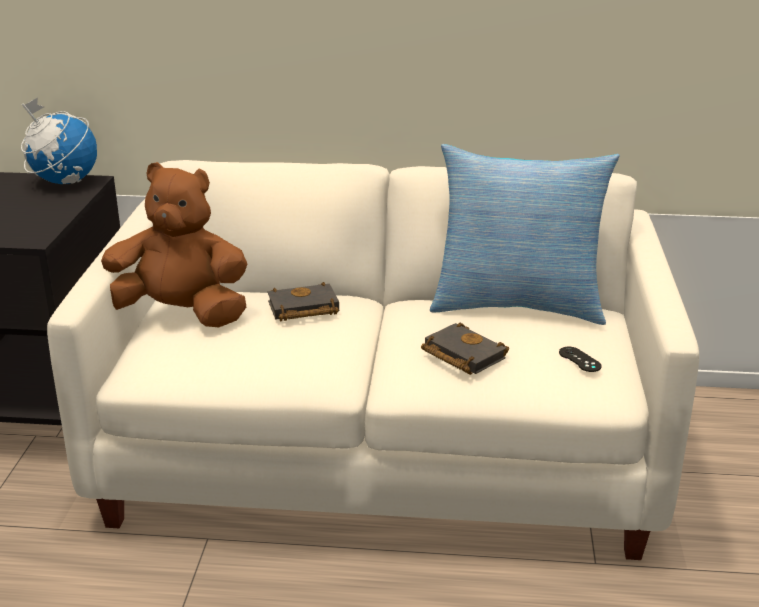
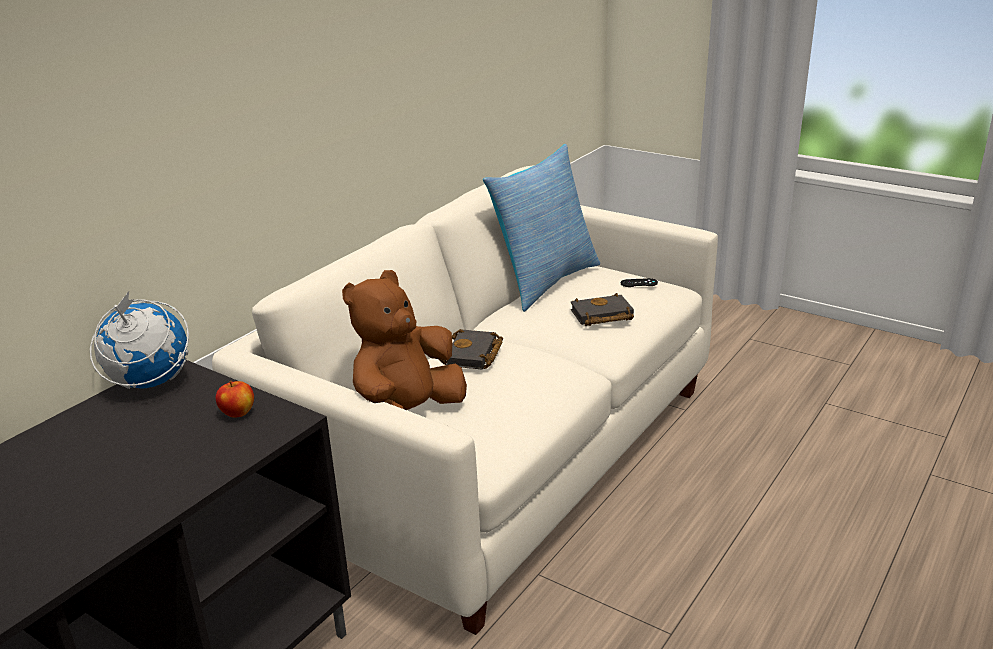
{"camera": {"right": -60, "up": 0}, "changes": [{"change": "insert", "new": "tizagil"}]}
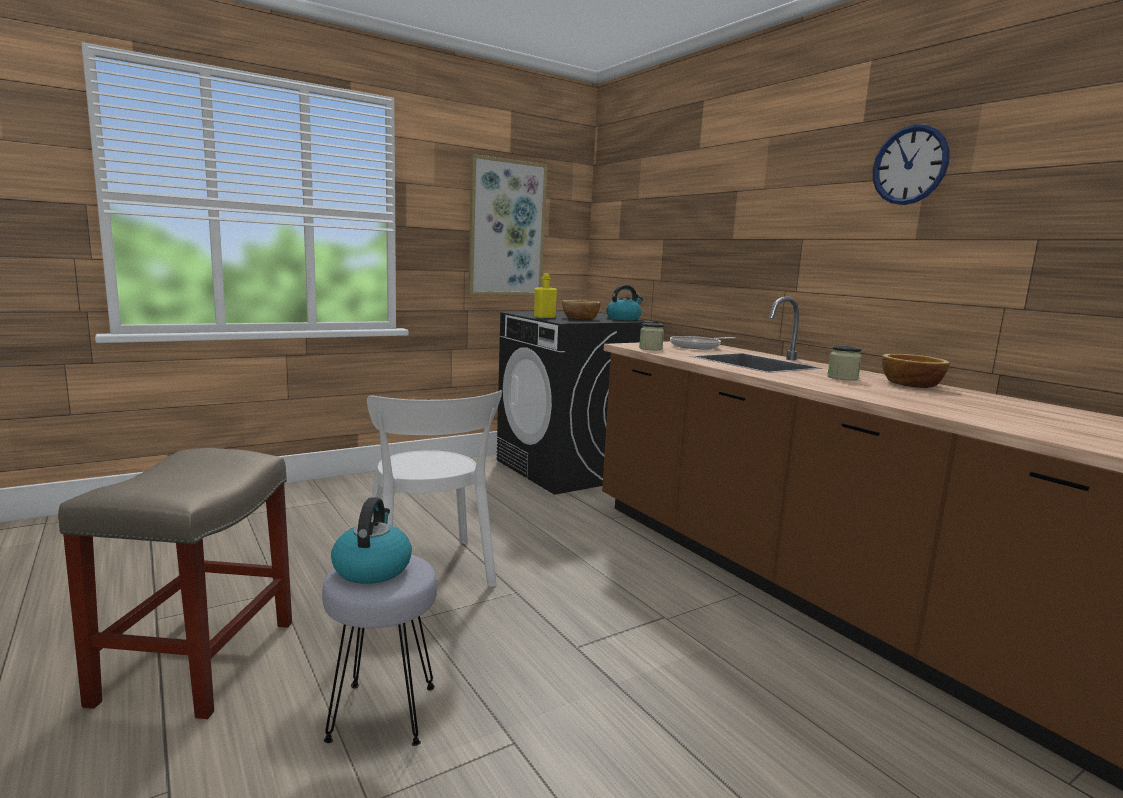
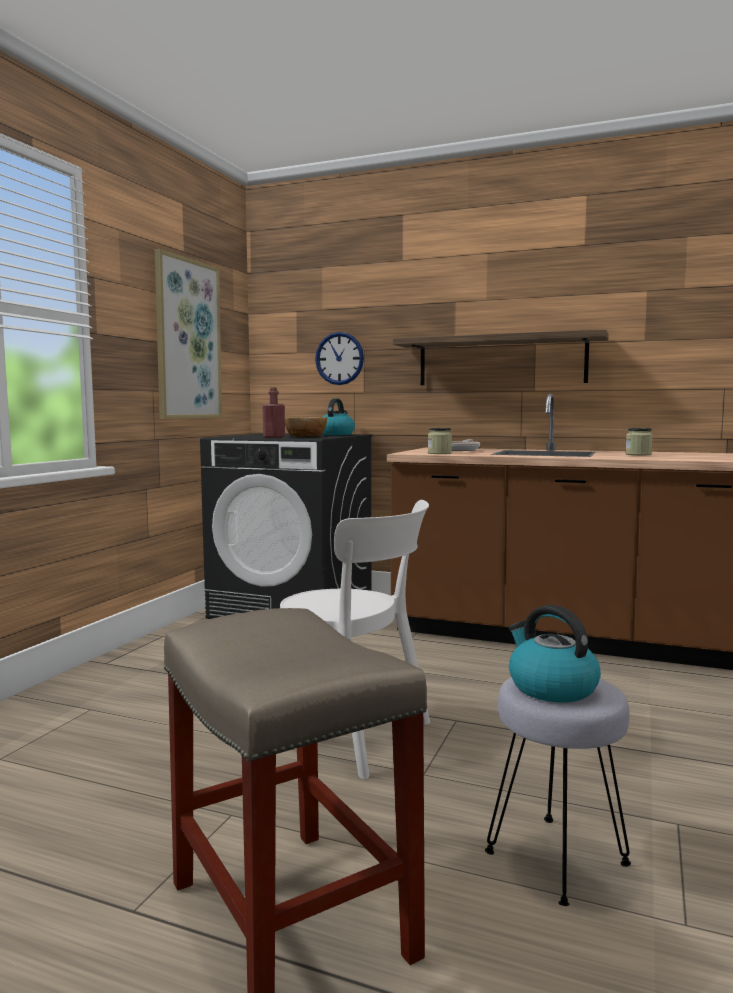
{"camera": {"right": -35, "up": -5}, "changes": [{"change": "recolor", "old": "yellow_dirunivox", "new": "red_dirunivox"}, {"change": "move", "old": "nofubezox"}, {"change": "delete", "old": "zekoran (2nd from left)"}, {"change": "insert", "new": "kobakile"}]}
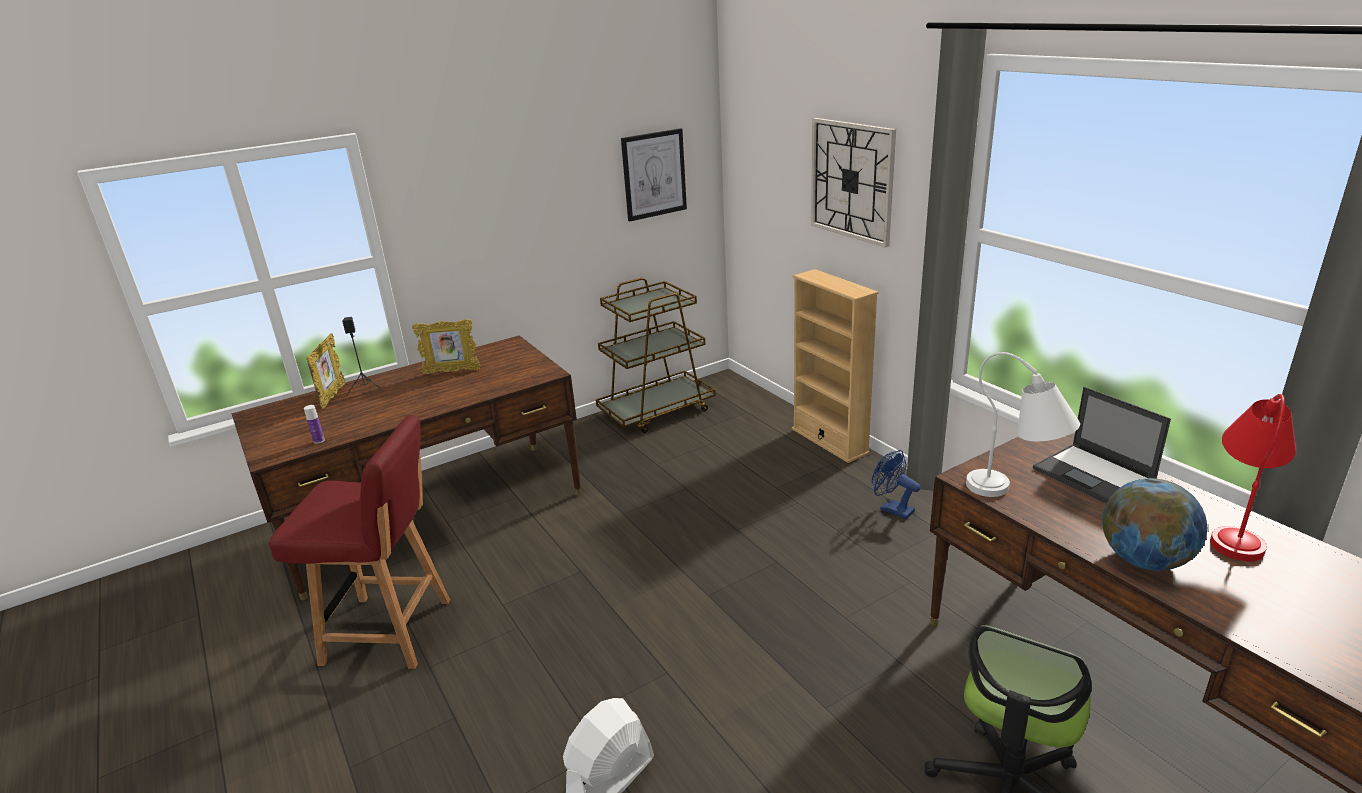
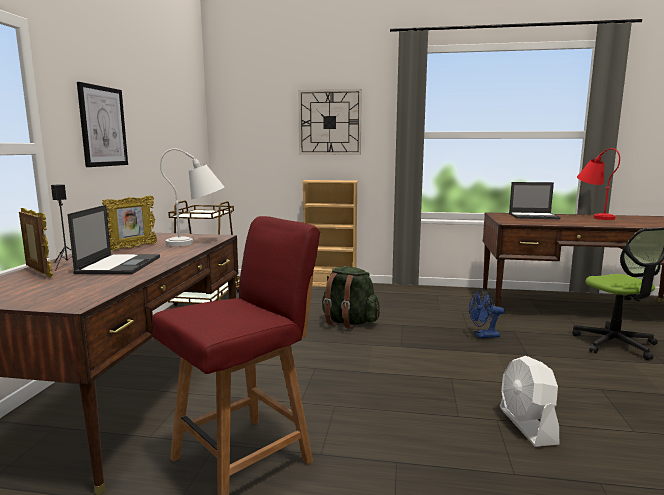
{"camera": {"right": -50, "up": -15}, "changes": [{"change": "delete", "old": "dirunivox"}, {"change": "move", "old": "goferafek"}, {"change": "move", "old": "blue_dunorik"}, {"change": "move", "old": "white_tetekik"}, {"change": "delete", "old": "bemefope"}, {"change": "insert", "new": "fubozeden (1st from left)"}, {"change": "insert", "new": "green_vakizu"}]}
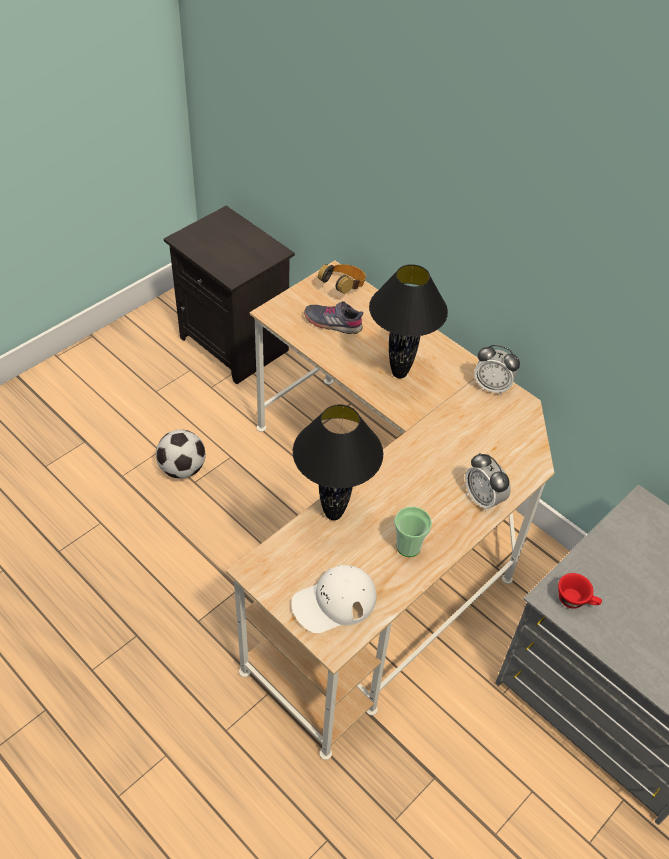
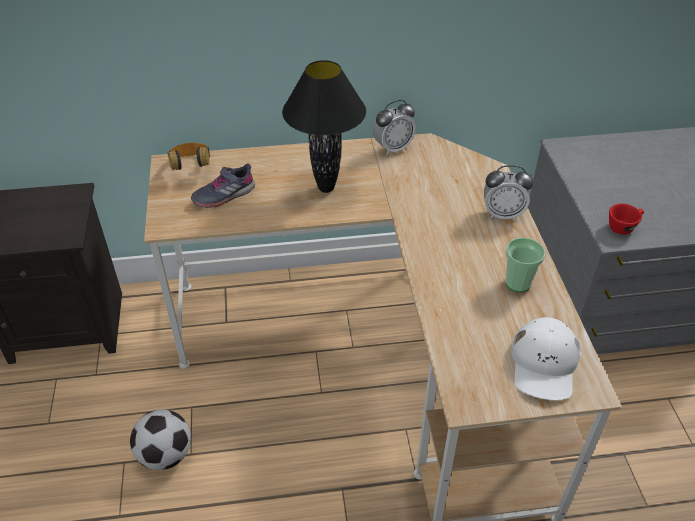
{"camera": {"right": -50, "up": -5}, "changes": [{"change": "delete", "old": "black_tetekik (1st from left)"}]}
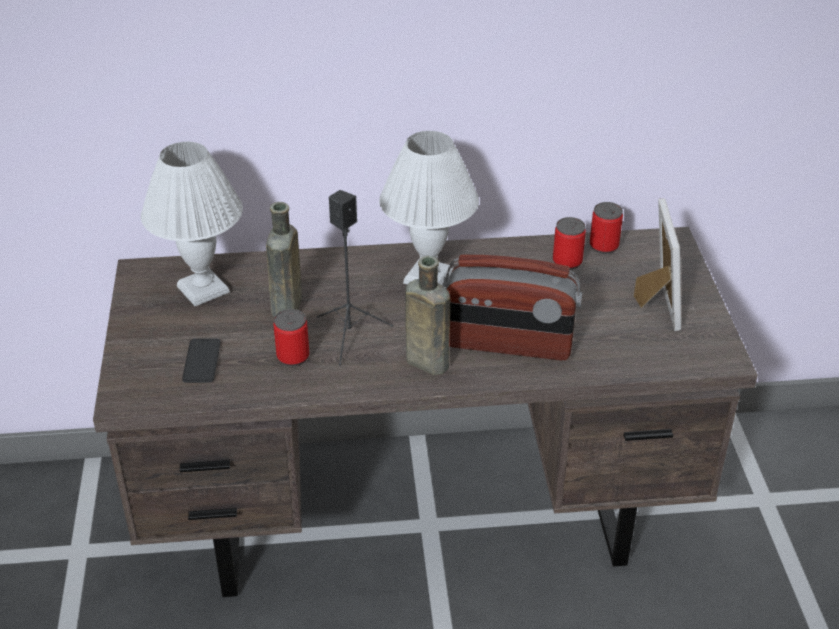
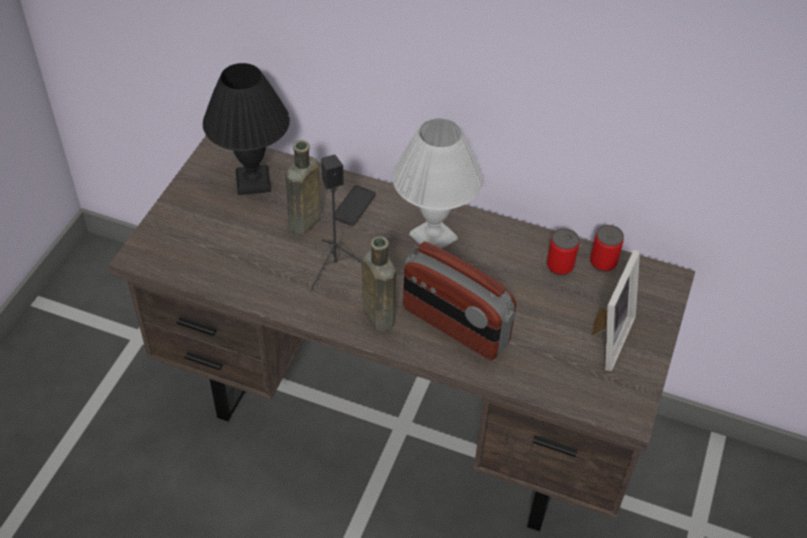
{"camera": {"right": 25, "up": 10}, "changes": [{"change": "recolor", "old": "white_tetekik (1st from left)", "new": "black_tetekik"}, {"change": "move", "old": "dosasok"}, {"change": "delete", "old": "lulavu (1st from left)"}]}
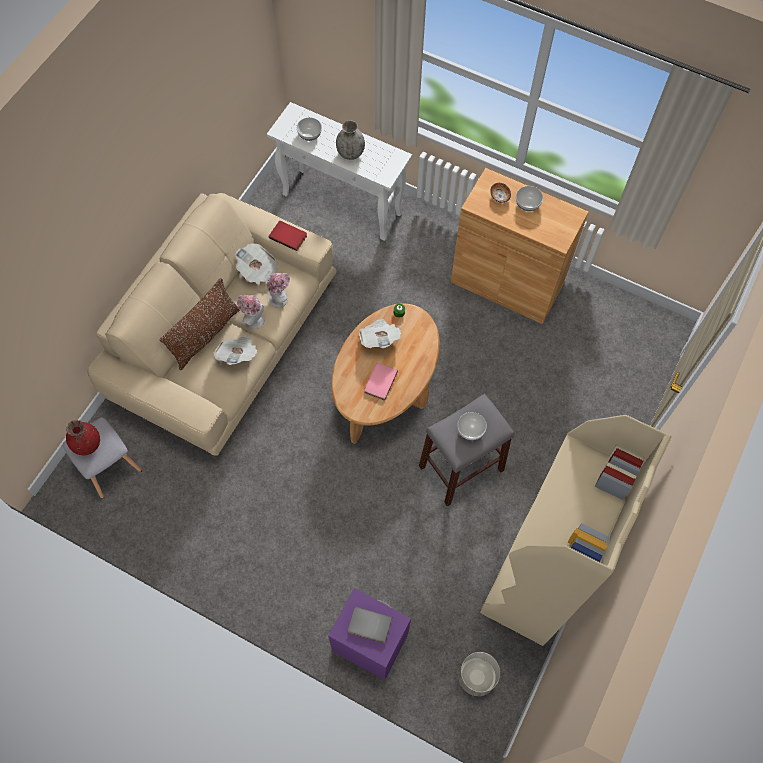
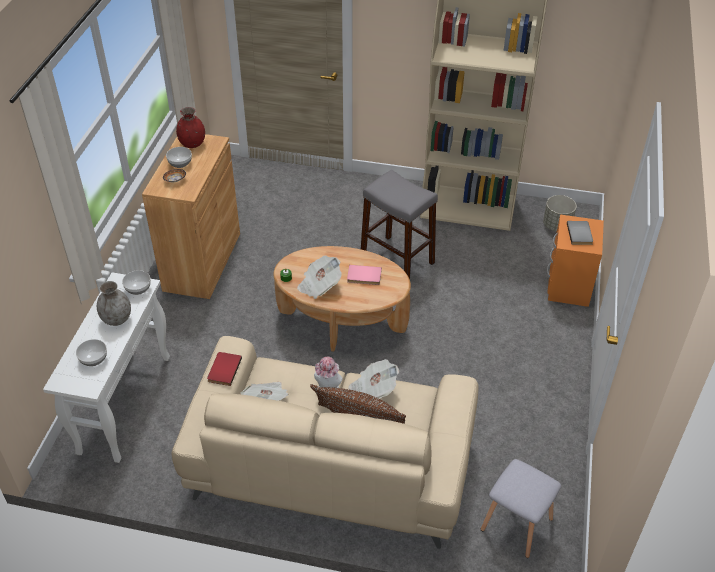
{"camera": {"right": -105, "up": -20}, "changes": [{"change": "move", "old": "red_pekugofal"}, {"change": "delete", "old": "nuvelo (2nd from left)"}, {"change": "recolor", "old": "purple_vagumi", "new": "orange_vagumi"}, {"change": "move", "old": "zekoran (2nd from left)"}]}
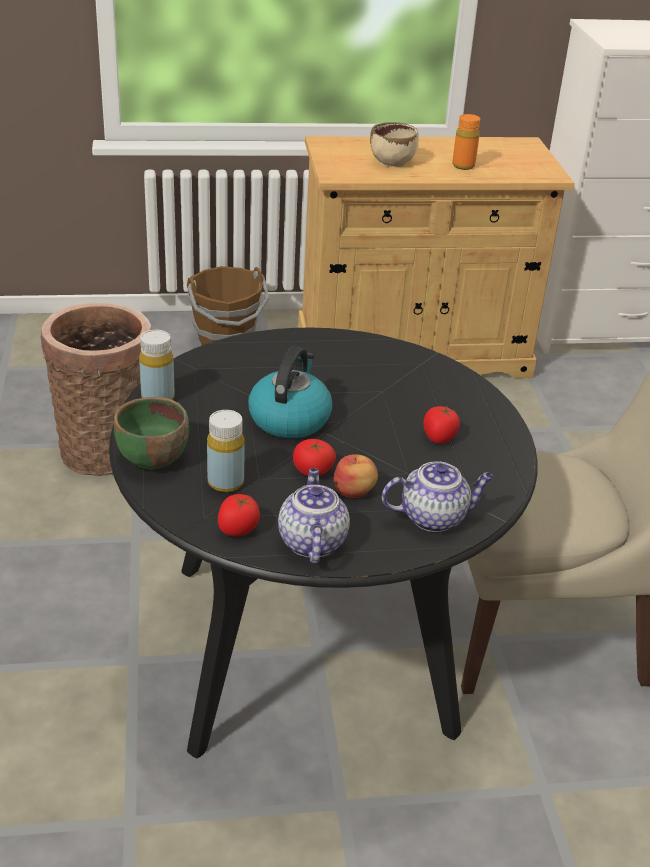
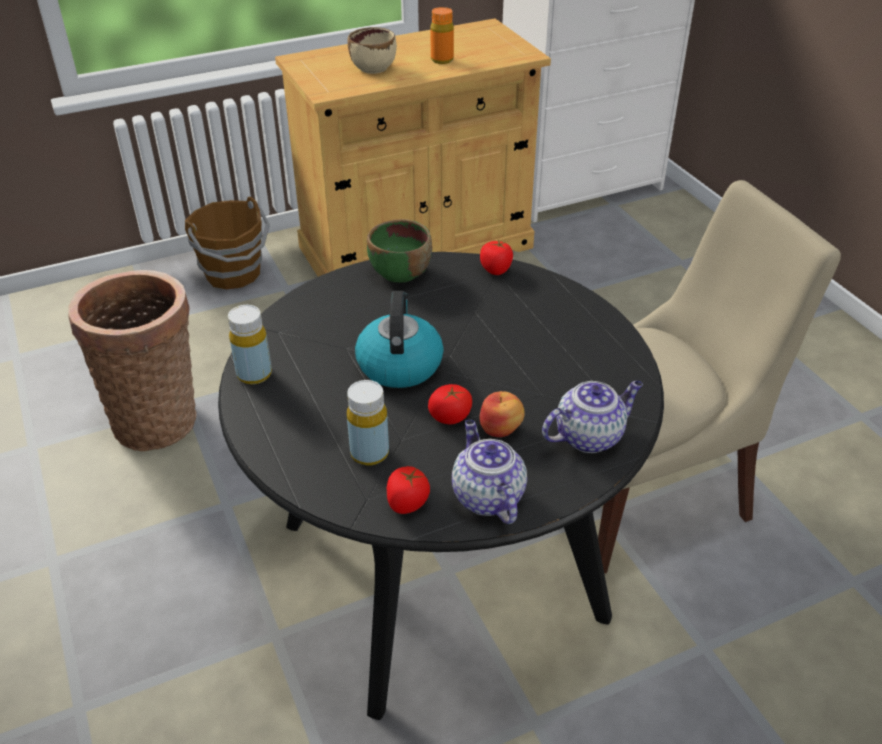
{"camera": {"right": -15, "up": 5}, "changes": [{"change": "move", "old": "green_zekoran"}, {"change": "move", "old": "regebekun (3rd from left)"}]}
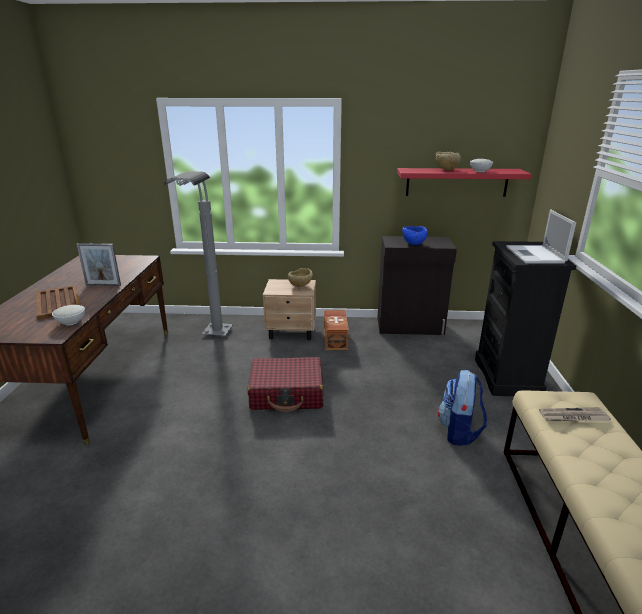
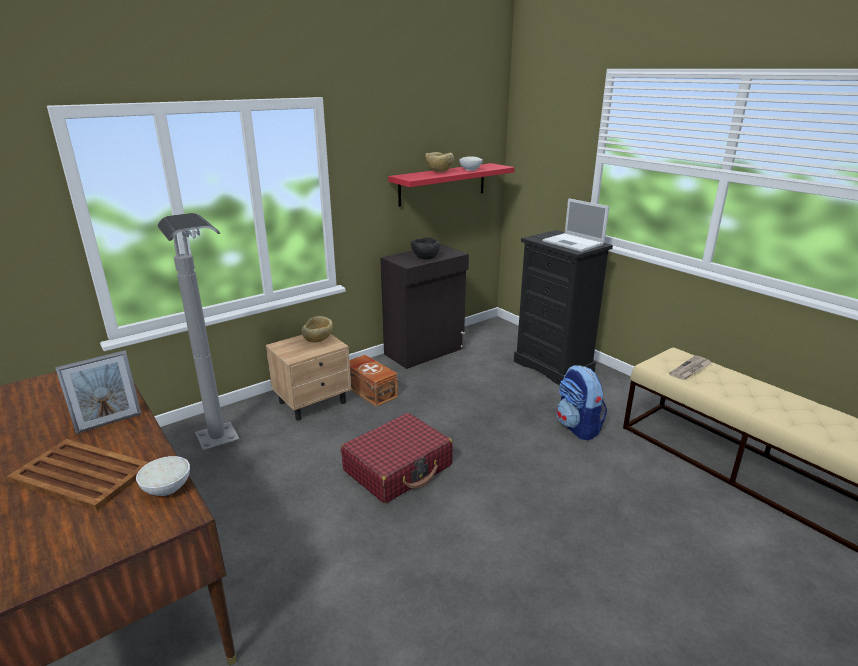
{"camera": {"right": -40, "up": 0}, "changes": [{"change": "recolor", "old": "blue_zekoran", "new": "black_zekoran"}]}
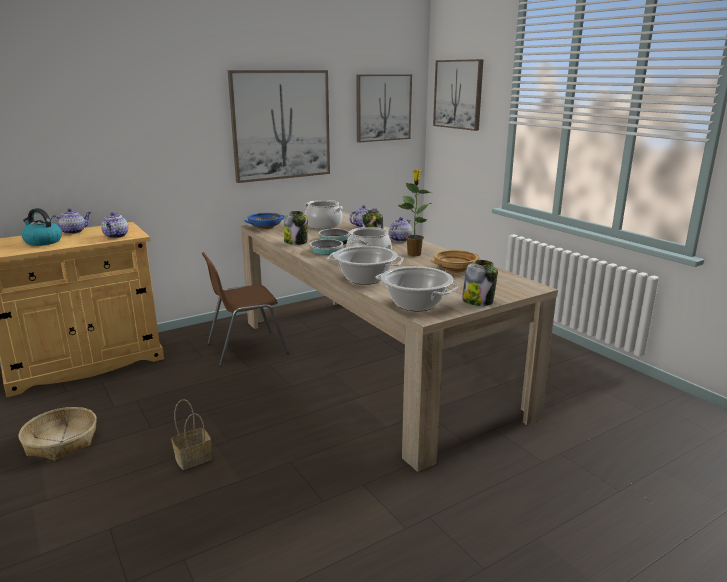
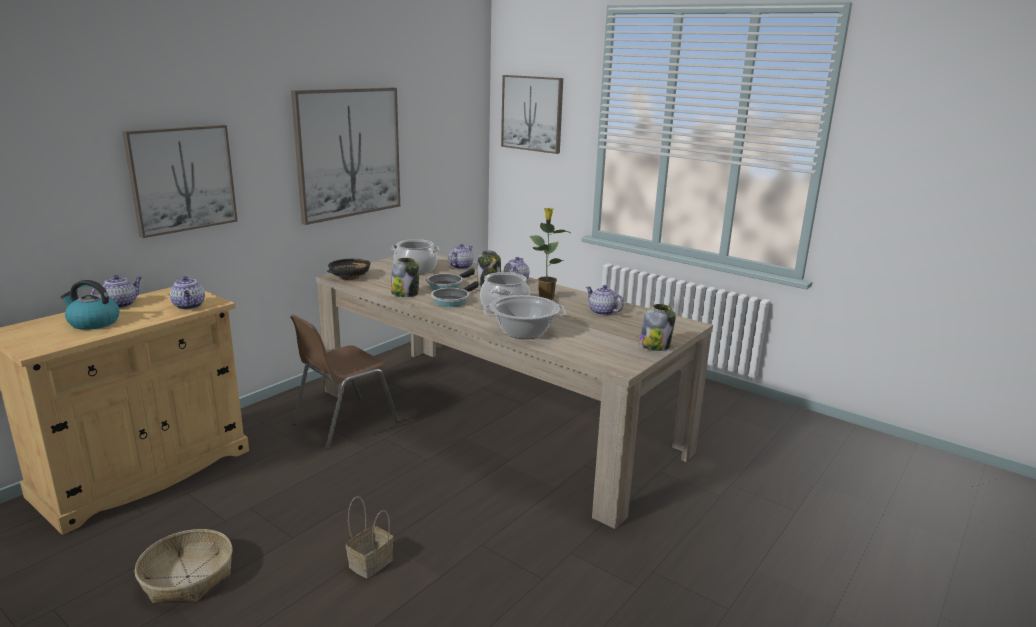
{"camera": {"right": -20, "up": 0}, "changes": [{"change": "recolor", "old": "blue_zekoran", "new": "black_zekoran"}, {"change": "move", "old": "goferafek (2nd from left in the first image)", "new": "goferafek (1st from left)"}, {"change": "delete", "old": "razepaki (4th from left)"}, {"change": "replace", "old": "beige_zekoran", "new": "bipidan (5th from left)"}]}
